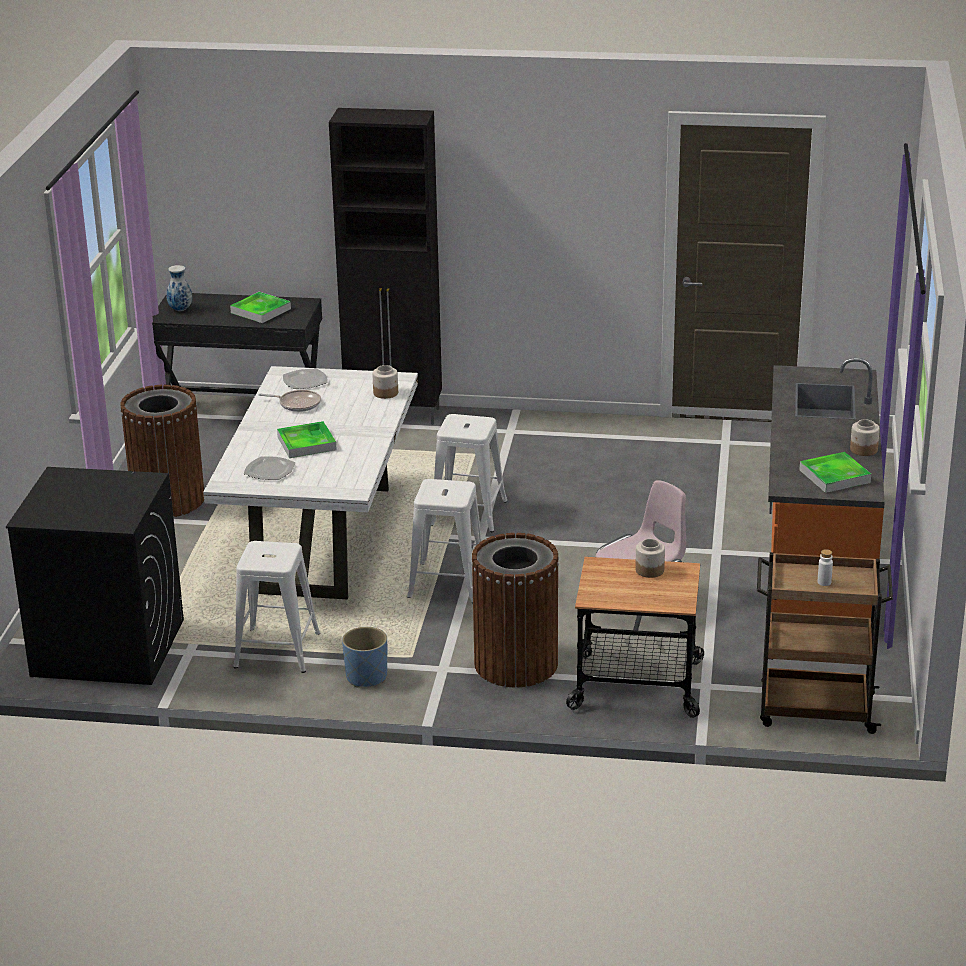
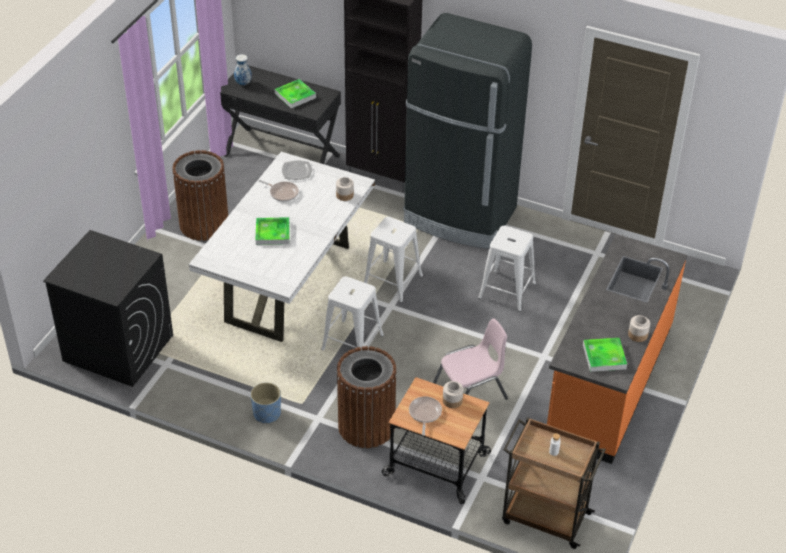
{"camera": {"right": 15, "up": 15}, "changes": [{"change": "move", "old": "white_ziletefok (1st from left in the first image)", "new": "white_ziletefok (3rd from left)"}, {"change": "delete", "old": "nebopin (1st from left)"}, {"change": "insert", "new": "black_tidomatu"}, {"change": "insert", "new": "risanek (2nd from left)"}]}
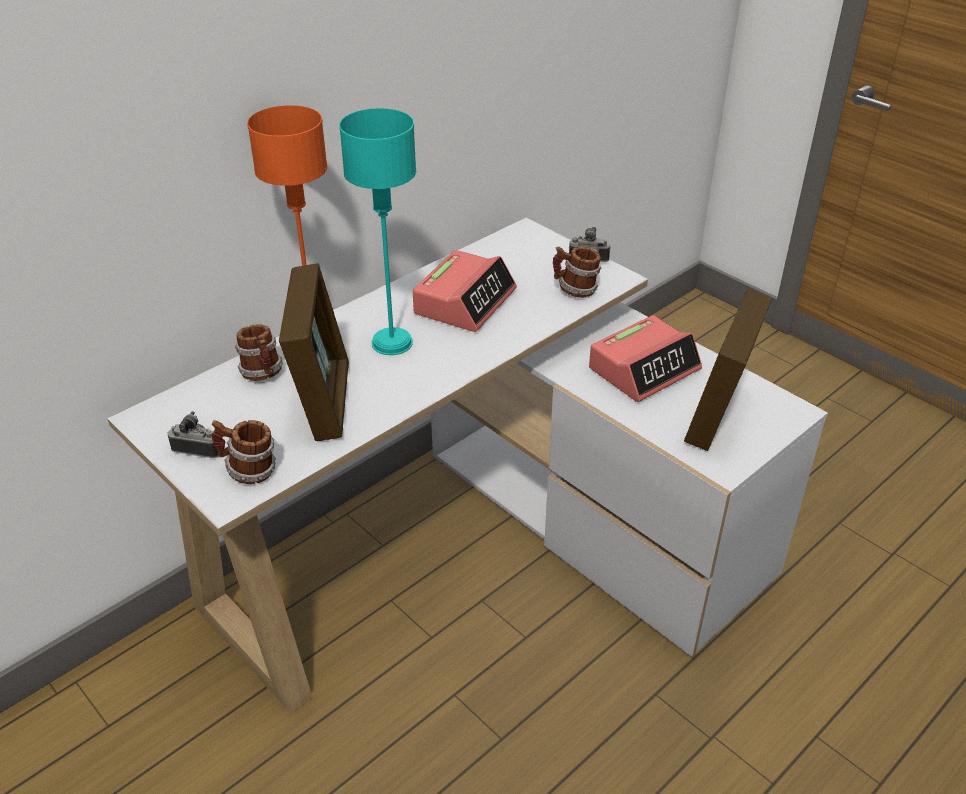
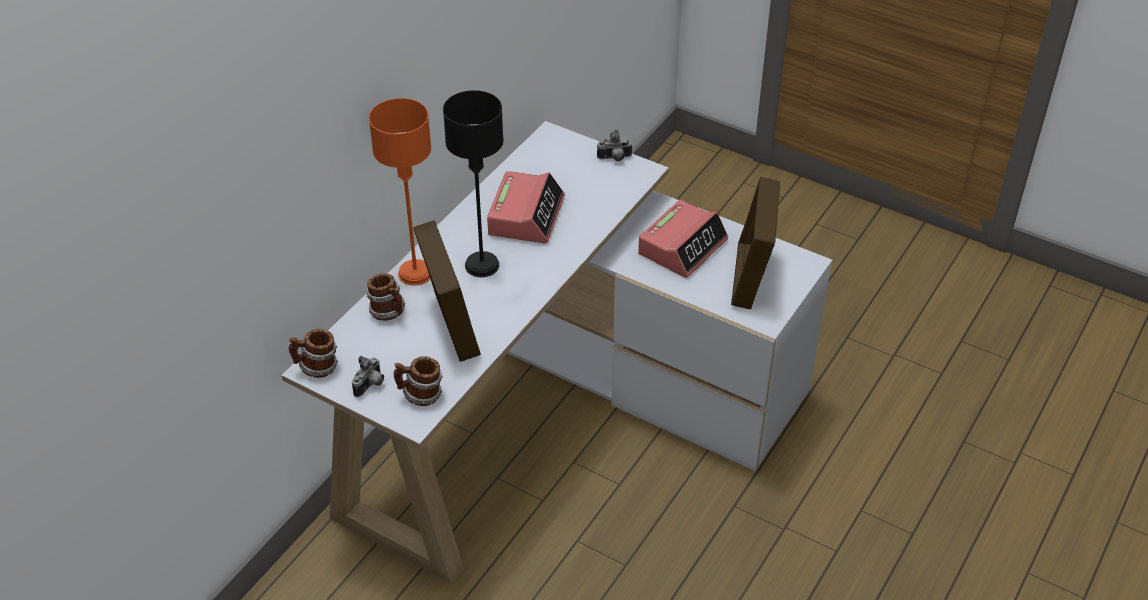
{"camera": {"right": -15, "up": 5}, "changes": [{"change": "rotate", "old": "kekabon (1st from left)", "degrees": 120}, {"change": "recolor", "old": "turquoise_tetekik", "new": "black_tetekik"}, {"change": "move", "old": "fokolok (3rd from left in the first image)", "new": "fokolok (1st from left)"}]}
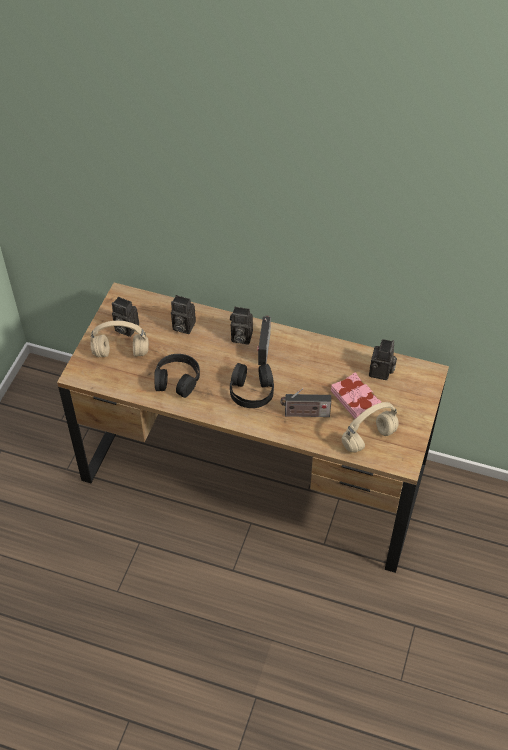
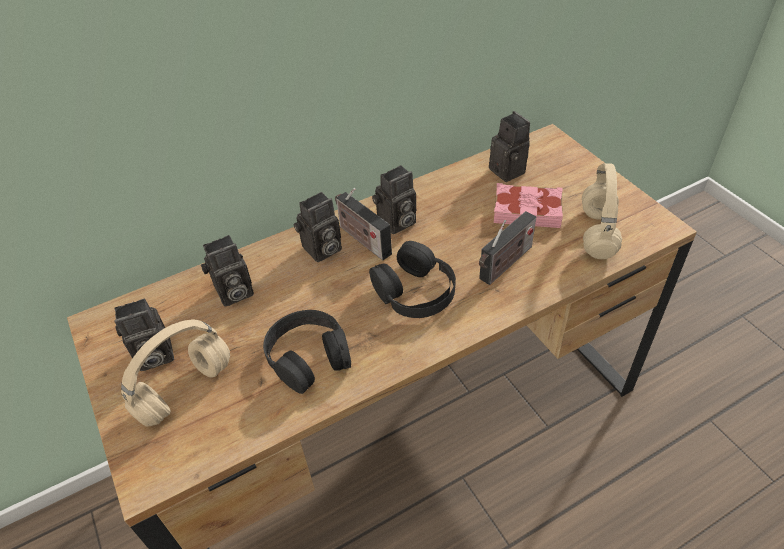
{"camera": {"right": -45, "up": -5}, "changes": [{"change": "insert", "new": "kekabon (4th from left)"}]}
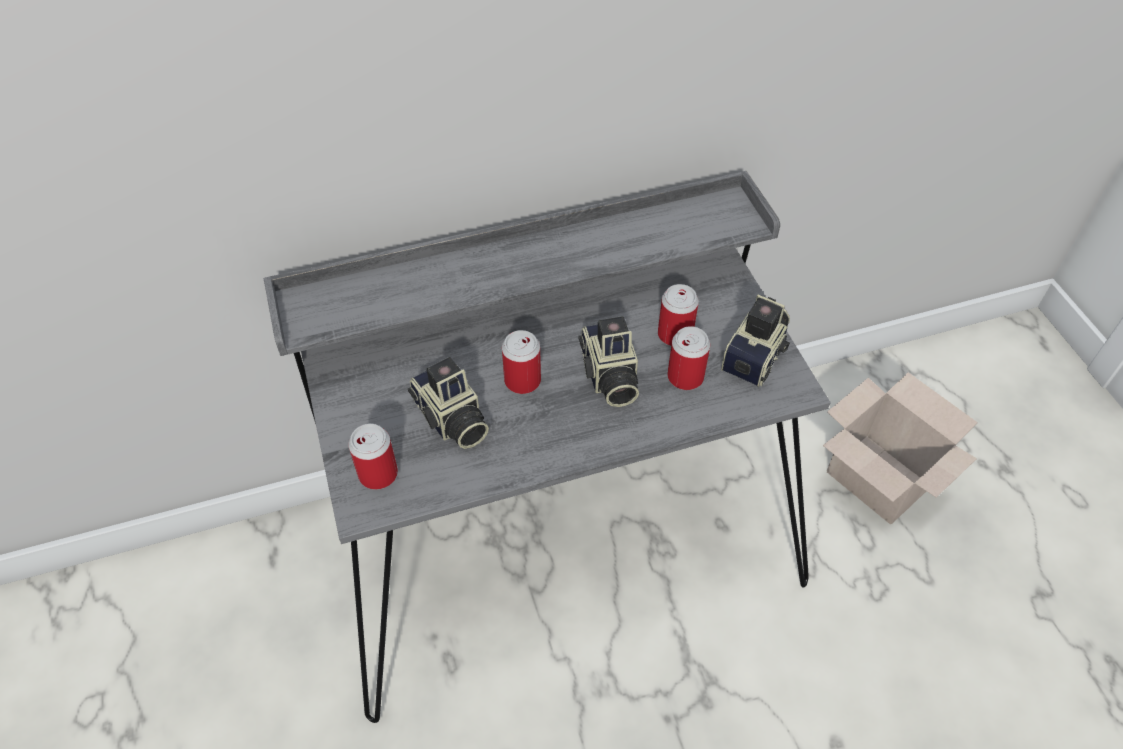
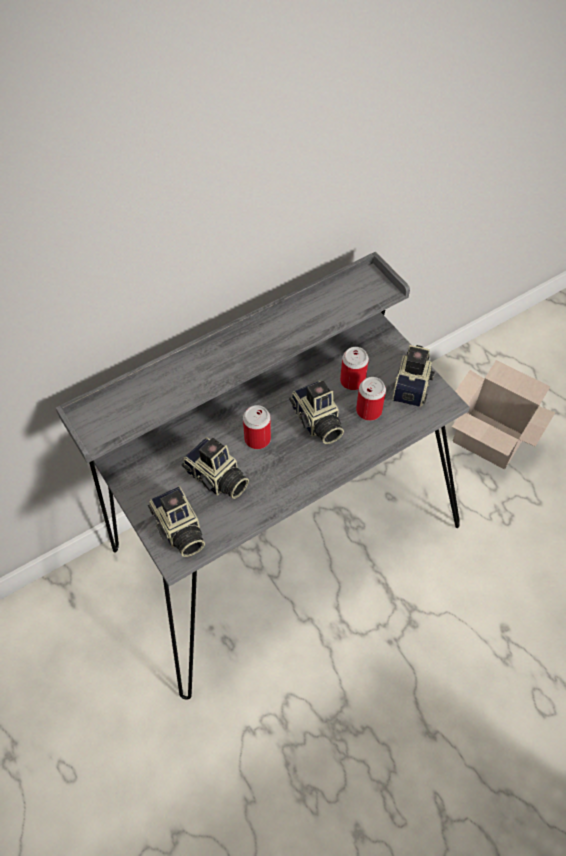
{"camera": {"right": -15, "up": 5}, "changes": [{"change": "replace", "old": "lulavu (1st from left)", "new": "kekabon (1st from left)"}]}
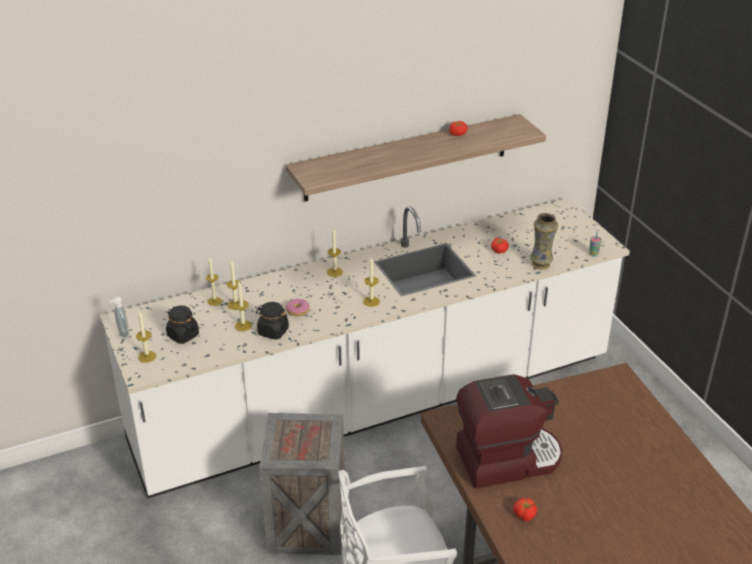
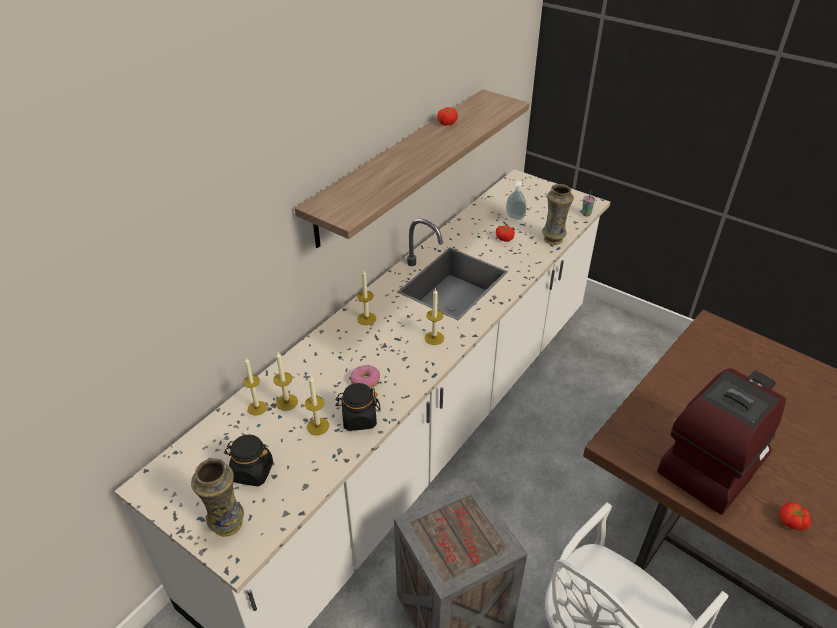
{"camera": {"right": -30, "up": 5}, "changes": [{"change": "move", "old": "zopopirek"}, {"change": "replace", "old": "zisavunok (1st from left)", "new": "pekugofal (1st from left)"}]}
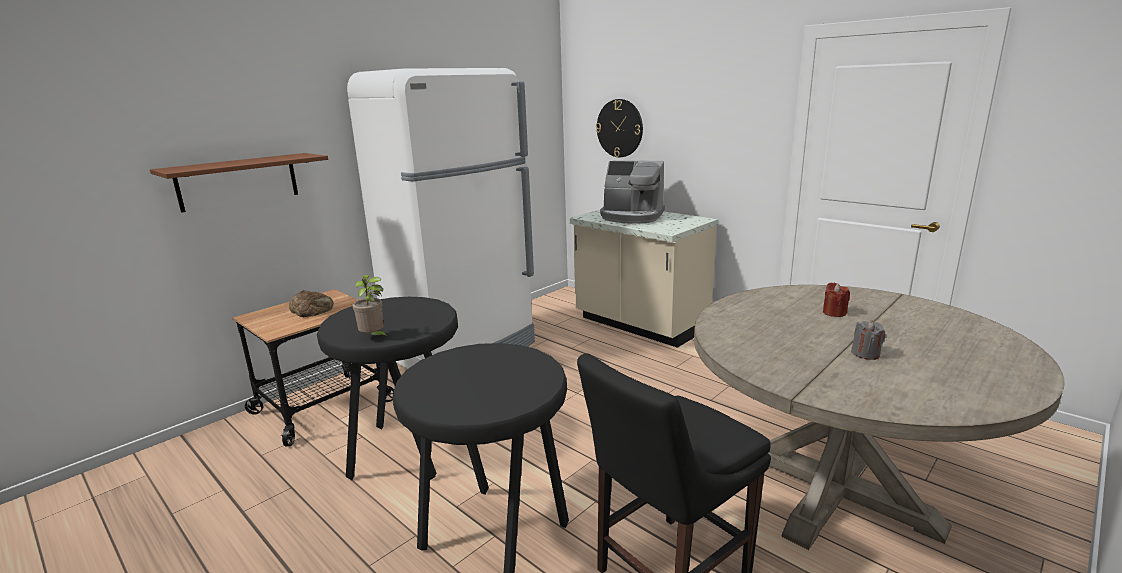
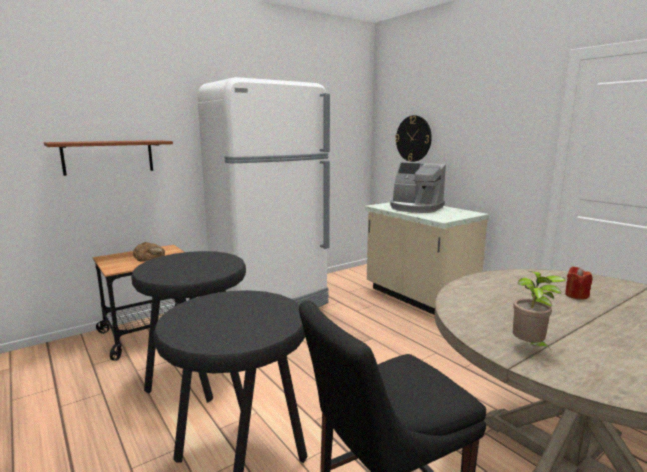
{"camera": {"right": 10, "up": -5}, "changes": [{"change": "move", "old": "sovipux"}, {"change": "delete", "old": "grey_zisavunok"}]}
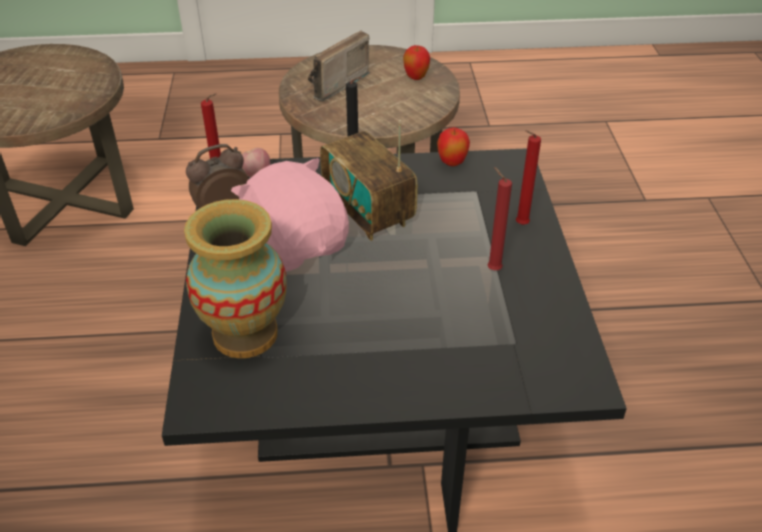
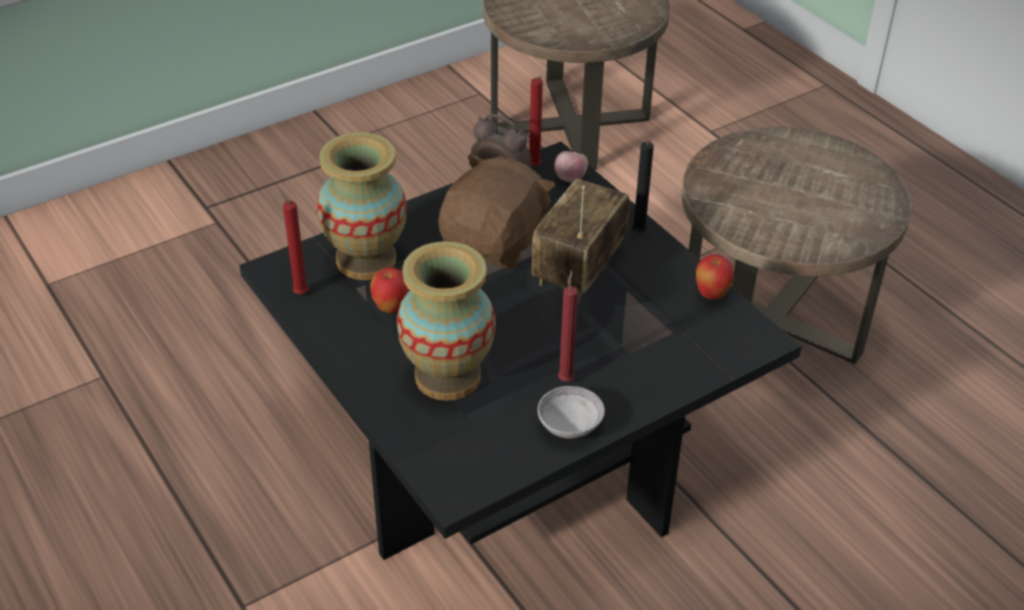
{"camera": {"right": 60, "up": 0}, "changes": [{"change": "recolor", "old": "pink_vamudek", "new": "brown_vamudek"}, {"change": "delete", "old": "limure (1st from left)"}, {"change": "move", "old": "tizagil (2nd from left in the first image)", "new": "tizagil (1st from left)"}, {"change": "move", "old": "red_zisavunok (3rd from left in the first image)", "new": "red_zisavunok (1st from left)"}, {"change": "insert", "new": "pekugofal (2nd from left)"}, {"change": "insert", "new": "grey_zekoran"}]}
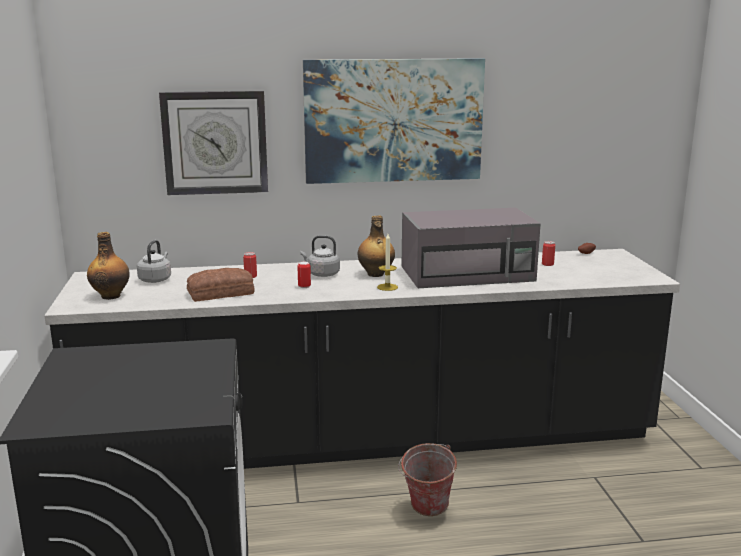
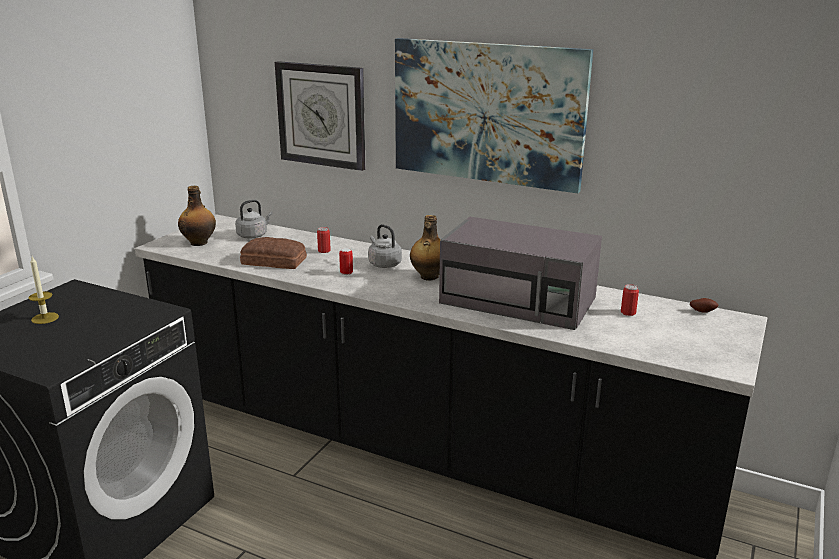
{"camera": {"right": 35, "up": 5}, "changes": [{"change": "move", "old": "zisavunok"}, {"change": "delete", "old": "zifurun"}]}
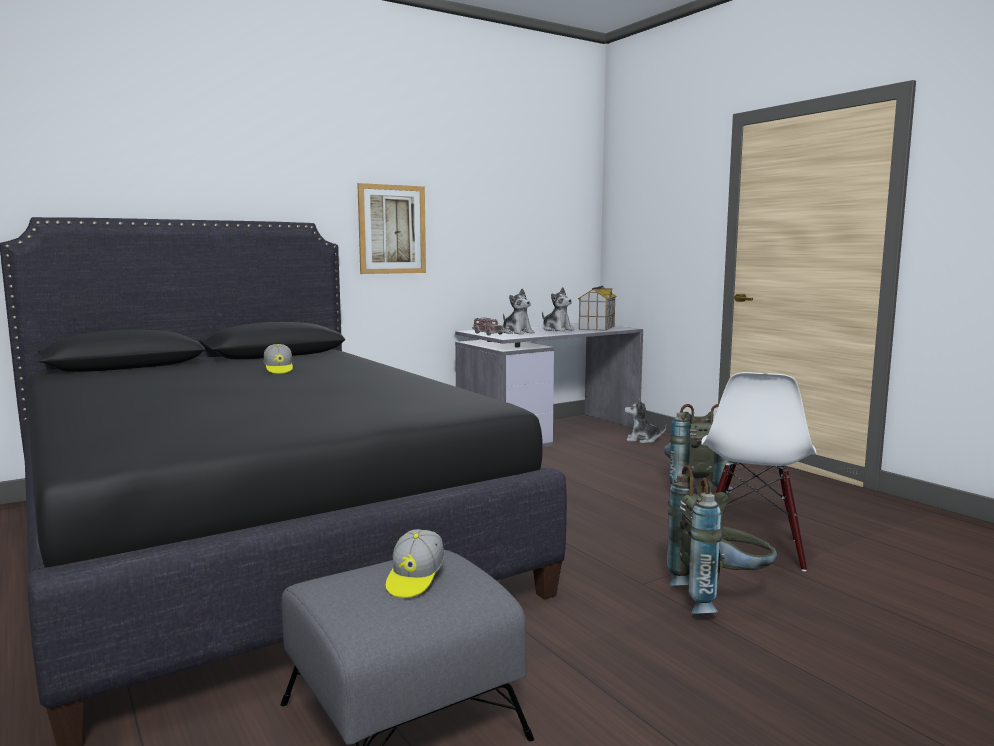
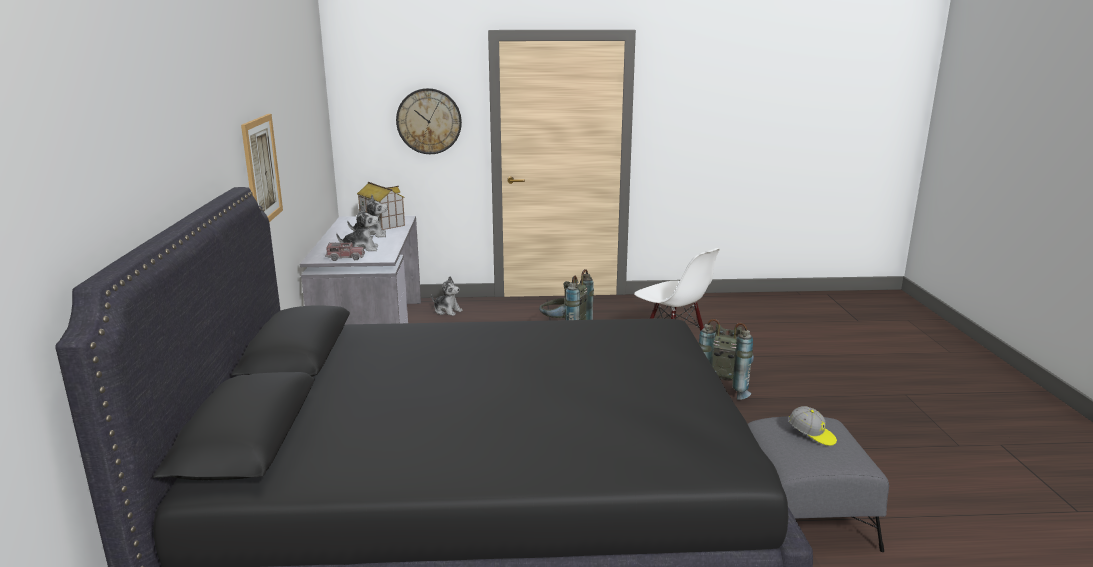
{"camera": {"right": -60, "up": 10}, "changes": [{"change": "delete", "old": "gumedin (1st from left)"}, {"change": "rotate", "old": "vamudek (3rd from left)", "degrees": -105}, {"change": "insert", "new": "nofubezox"}]}
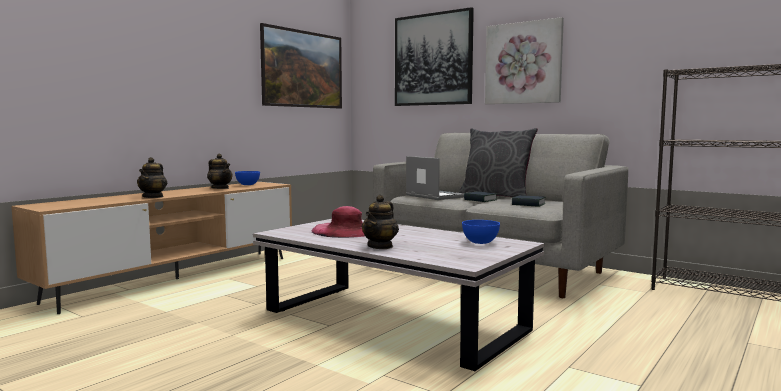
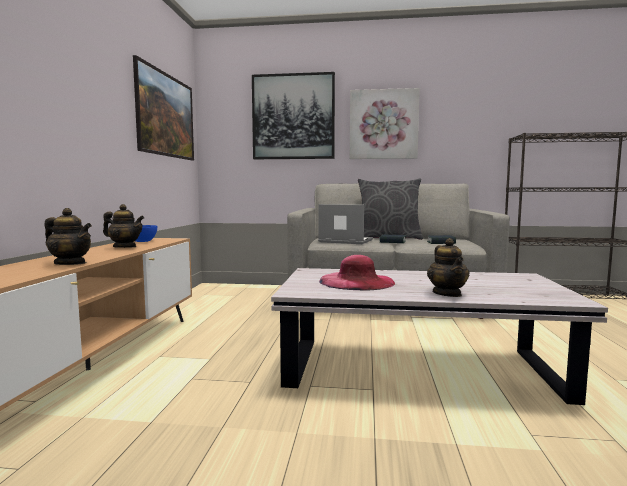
{"camera": {"right": -30, "up": 0}, "changes": [{"change": "rotate", "old": "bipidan (1st from left)", "degrees": -45}, {"change": "delete", "old": "blue_zekoran (2nd from left)"}]}
